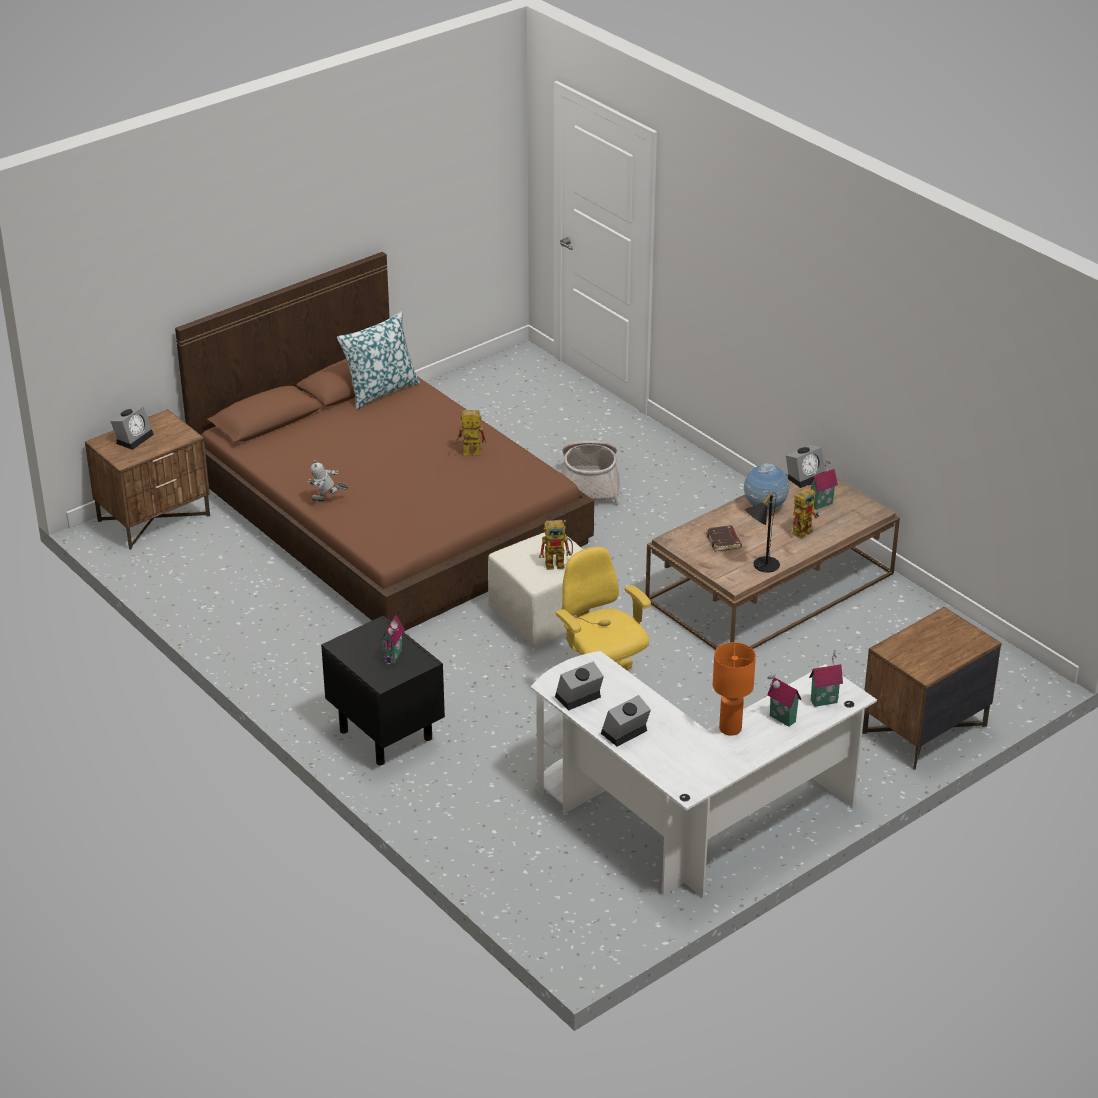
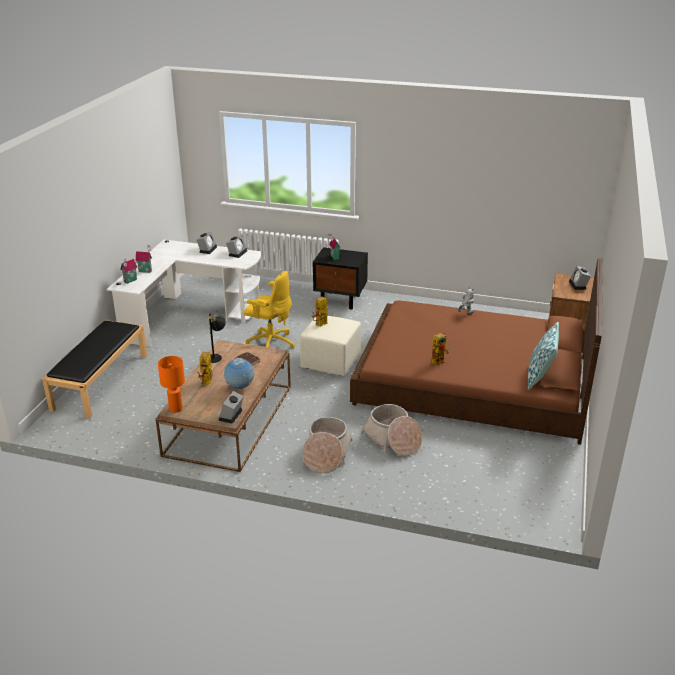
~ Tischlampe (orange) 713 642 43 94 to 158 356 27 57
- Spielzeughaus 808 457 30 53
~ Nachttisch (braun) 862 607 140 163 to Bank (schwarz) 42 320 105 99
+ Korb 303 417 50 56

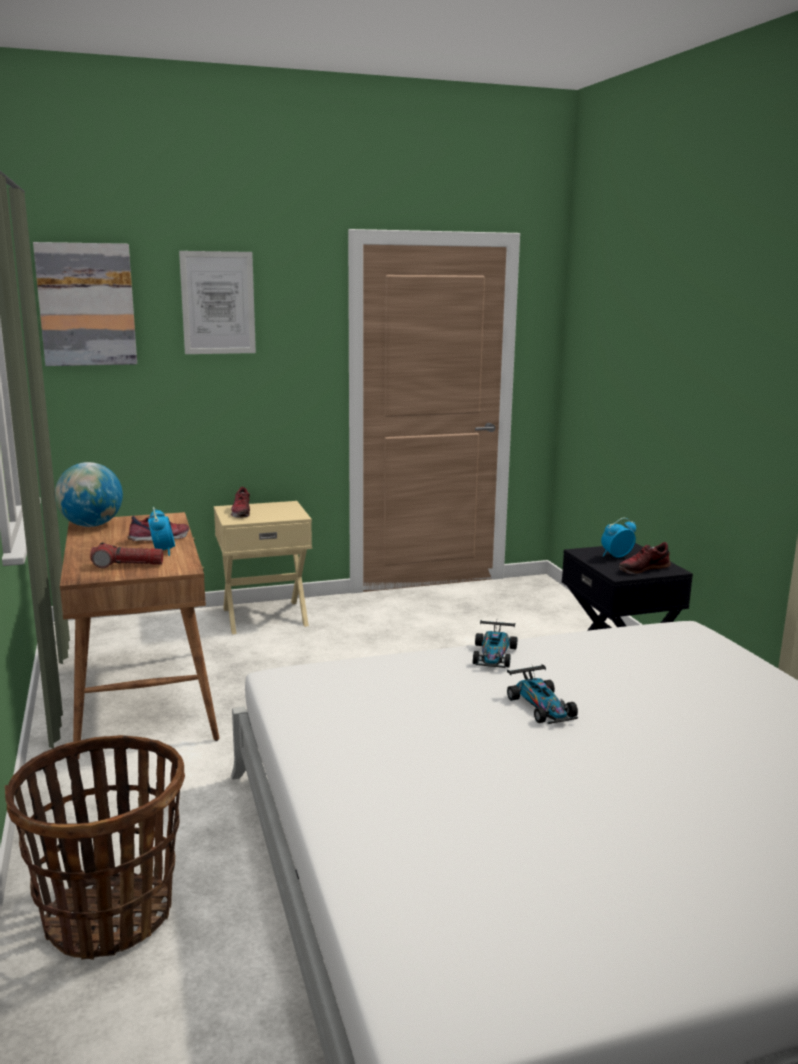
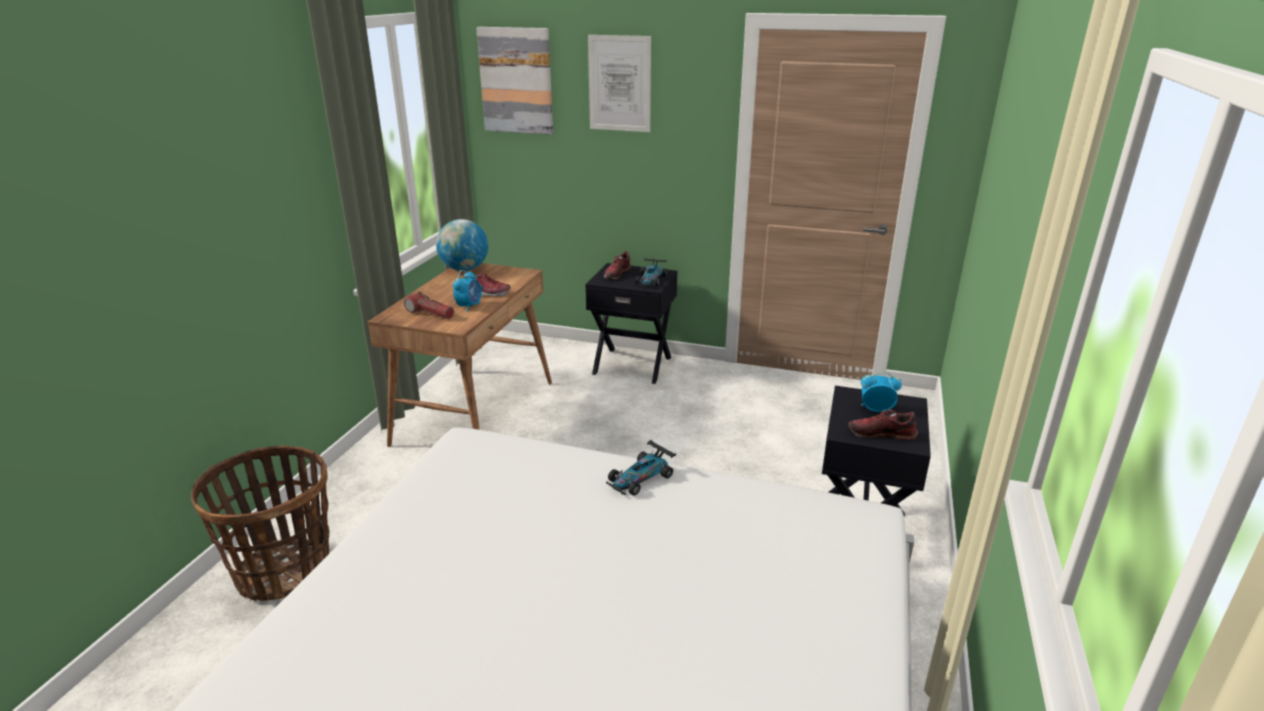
~ Nachttisch (beige) 214 501 98 133 to Nachttisch (schwarz) 585 263 93 121
~ Spielzeugauto 507 664 71 60 to 636 258 31 28

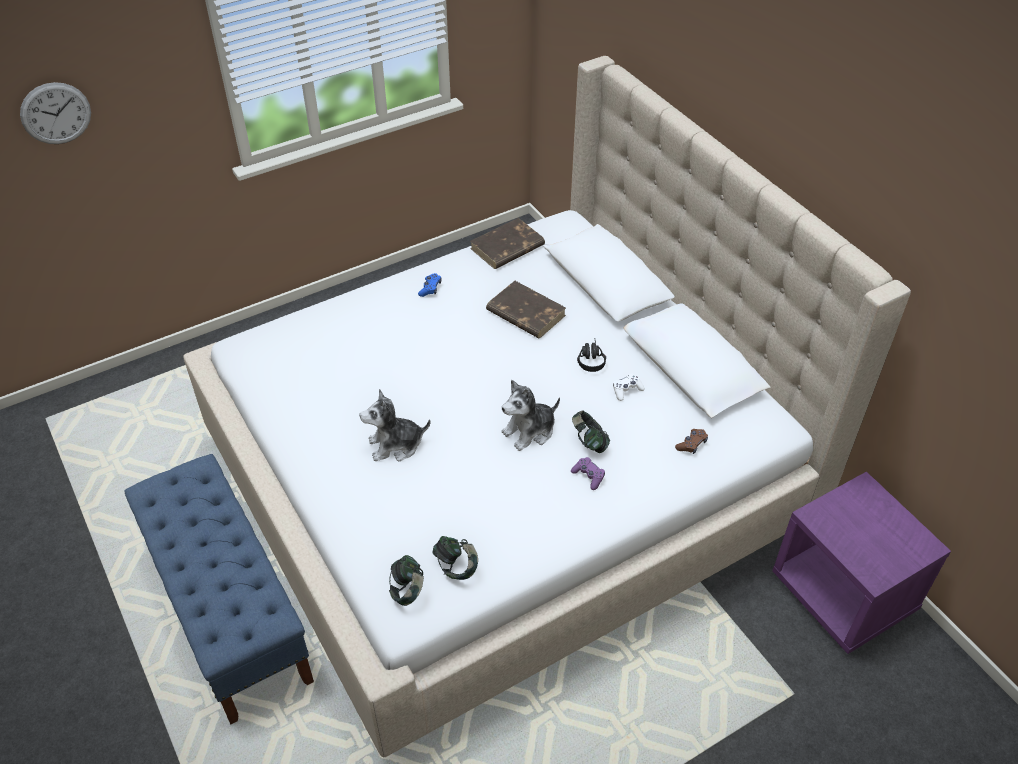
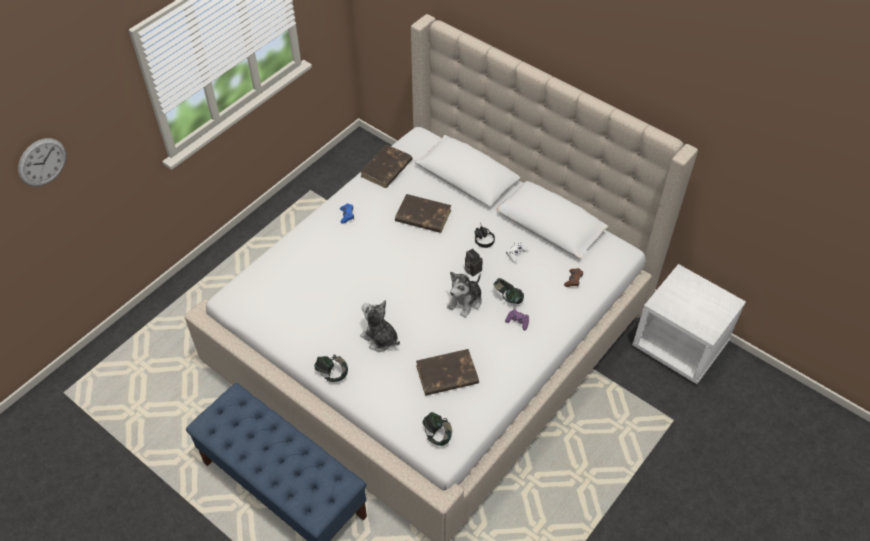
~ Plüschtier 359 389 72 73 = 360 300 40 52 75 degrees clockwise
~ Kopfhörer 432 536 46 44 to 314 355 34 27
~ Nachttisch (lila) 772 472 179 182 to Nachttisch (weiß) 632 264 114 120
+ Buch (braun) 416 349 63 47
+ Kamera 464 248 19 29

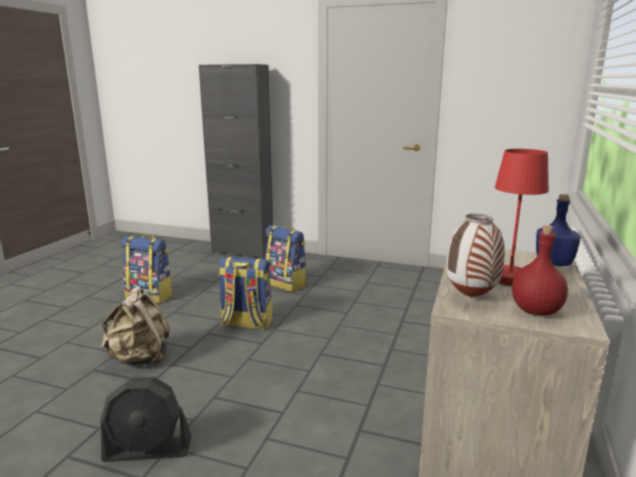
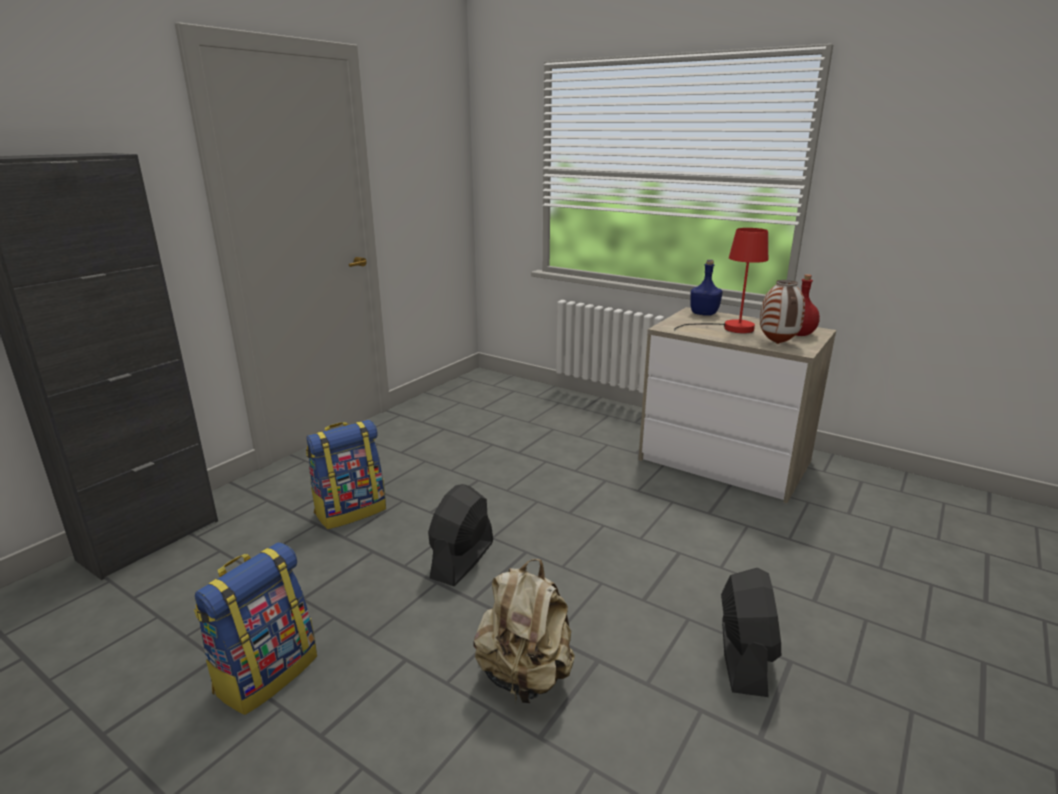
~ Rucksack 218 257 54 73 to Ventilator (schwarz) 428 484 65 102

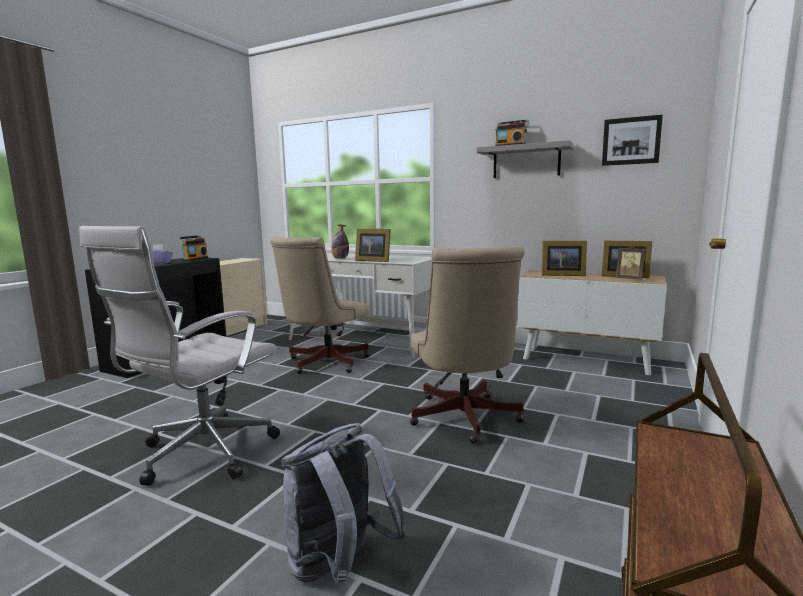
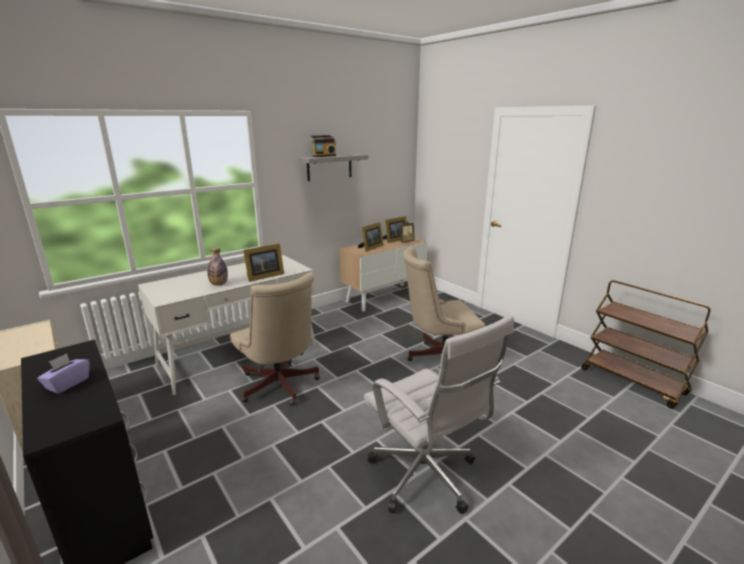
- Radio 177 235 32 26
- Rucksack (grau) 281 423 127 163
~ Bürostuhl (beige) 410 245 114 198 = 403 246 82 115 150 degrees clockwise
- Bild 602 115 61 51

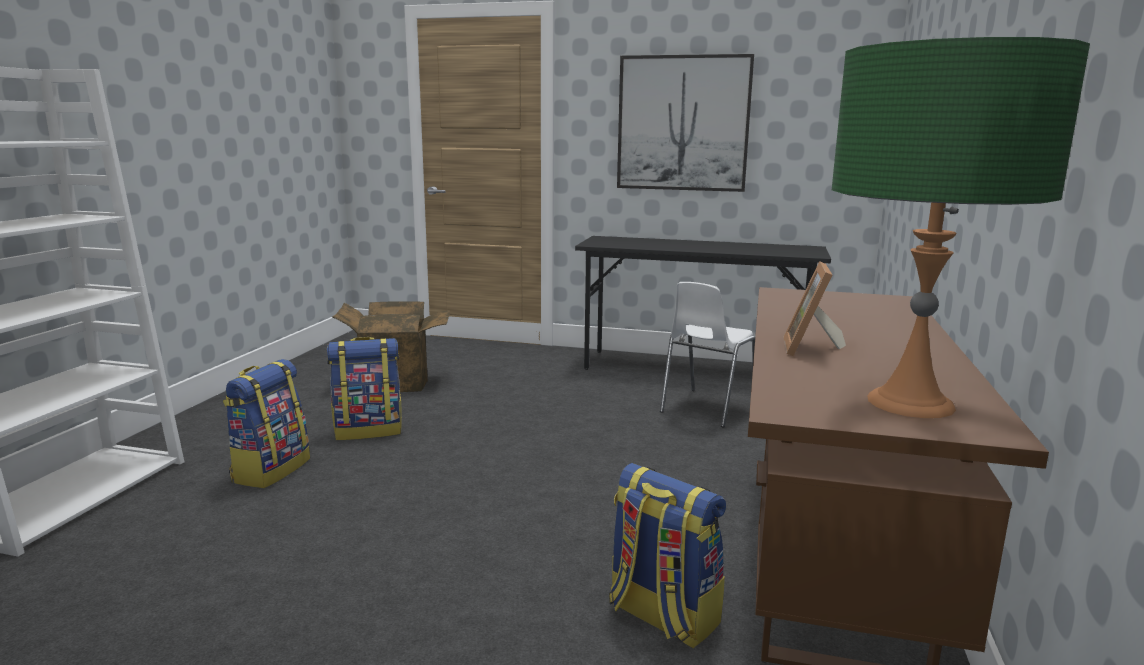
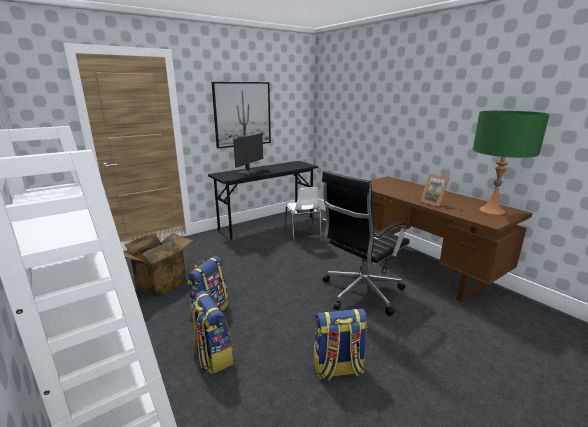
~ Rucksack 609 463 117 185 to 314 309 53 71
+ Monitor 233 133 30 42
+ Bürostuhl (schwarz) 322 171 88 145

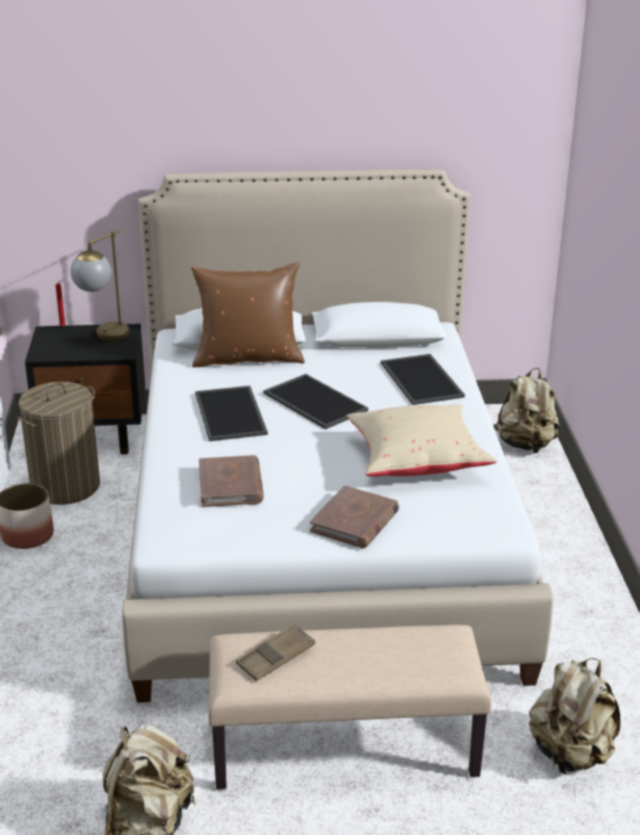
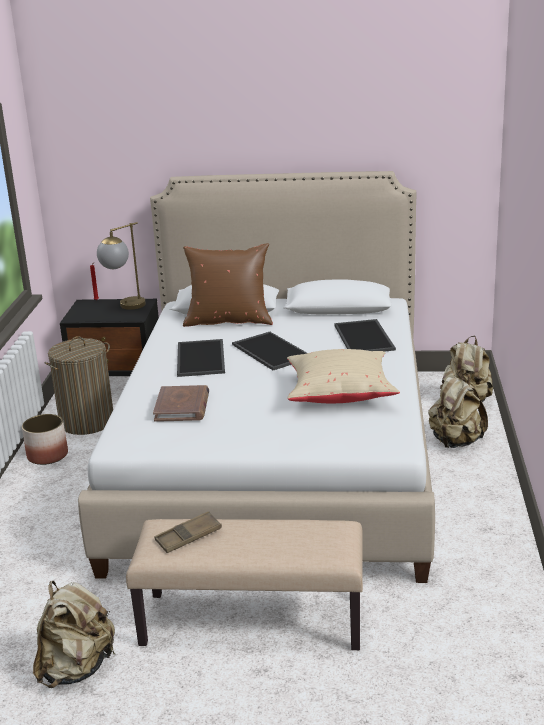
- Buch (braun) 310 485 89 63
~ Rucksack (beige) 529 658 92 116 to 428 373 60 75

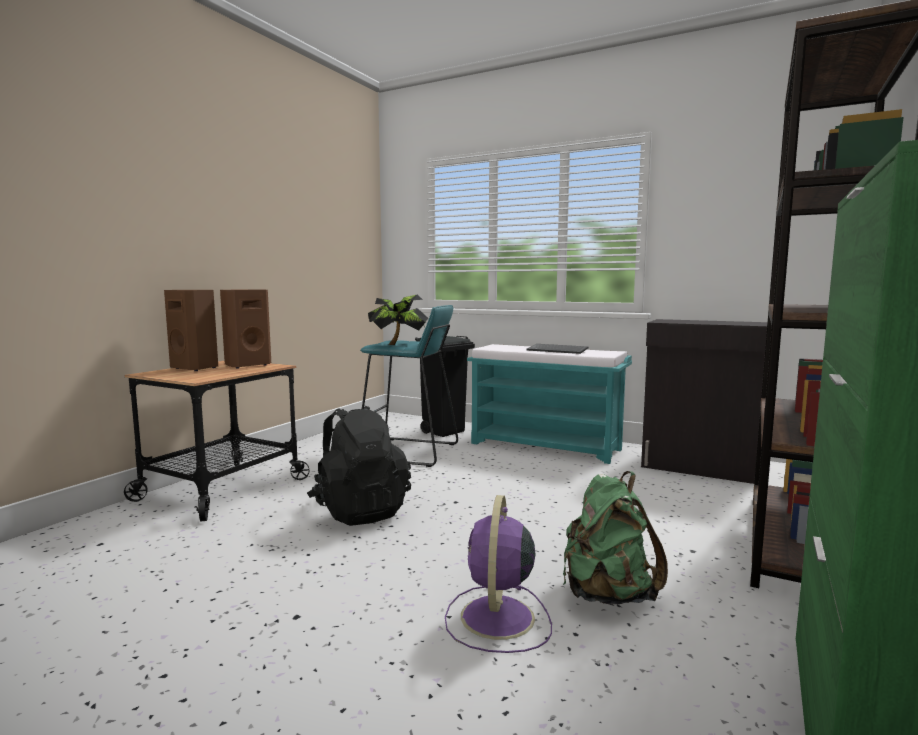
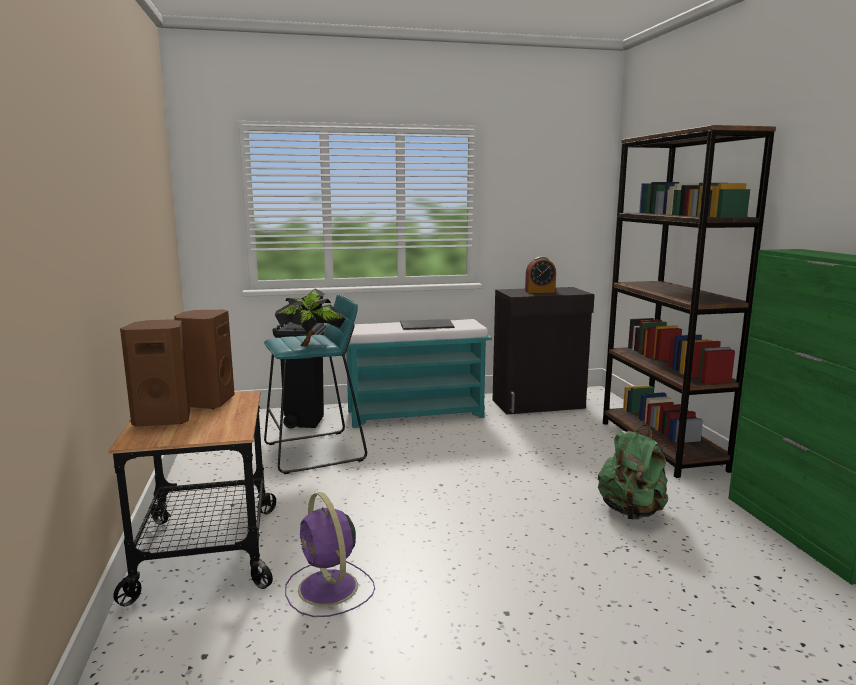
- Rucksack (schwarz) 307 406 104 120
~ Ventilator (lila) 445 495 107 158 to 285 492 90 125
+ Wecker 525 257 31 36

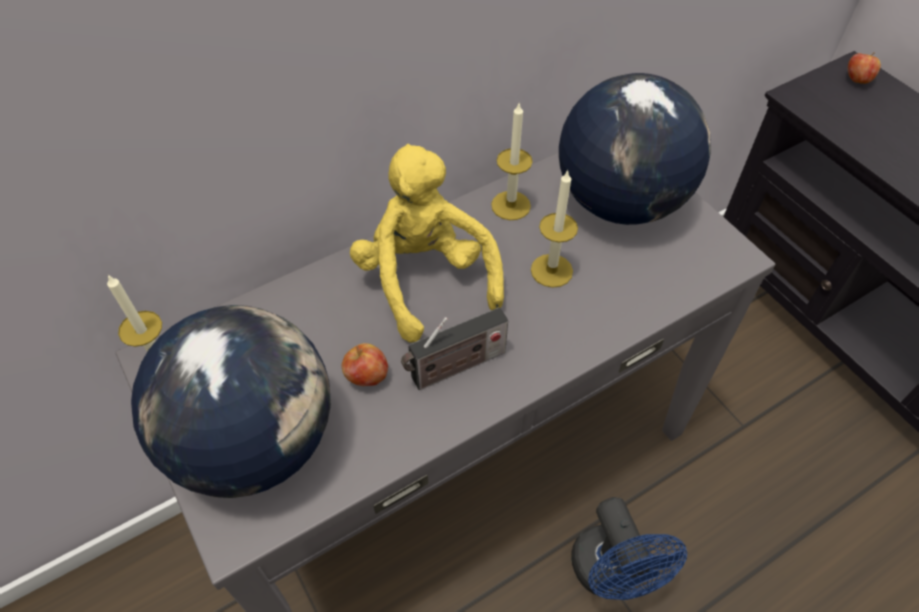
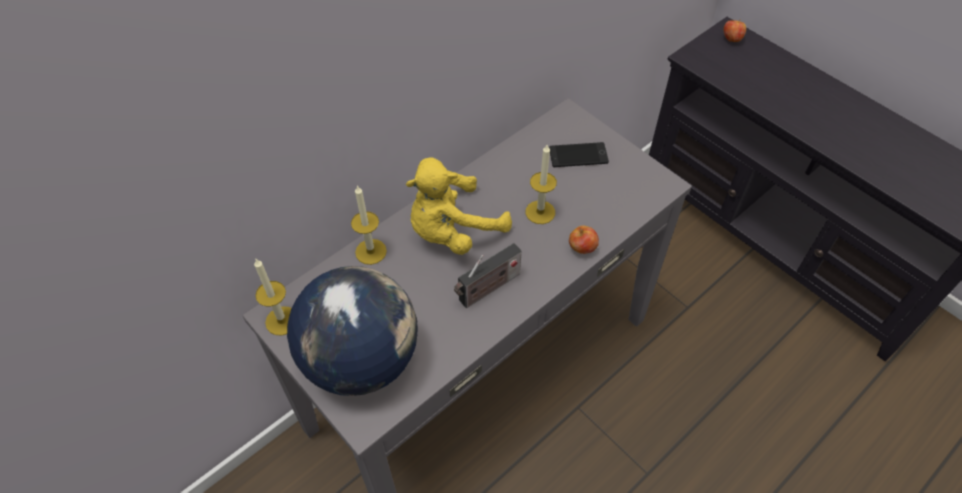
~ Apfel 342 343 46 43 to 569 226 30 28
~ Plüschtier (gelb) 350 144 154 198 = 406 157 106 98 90 degrees counterclockwise
~ Kerze 491 104 42 116 to 351 185 36 80
~ Globus 559 73 152 152 to Handy 549 142 60 25
- Ventilator (blau) 571 497 116 103

